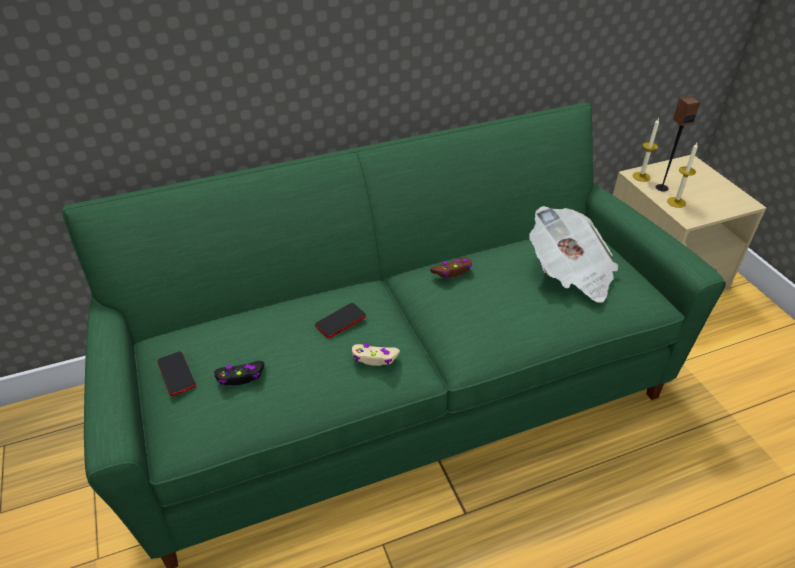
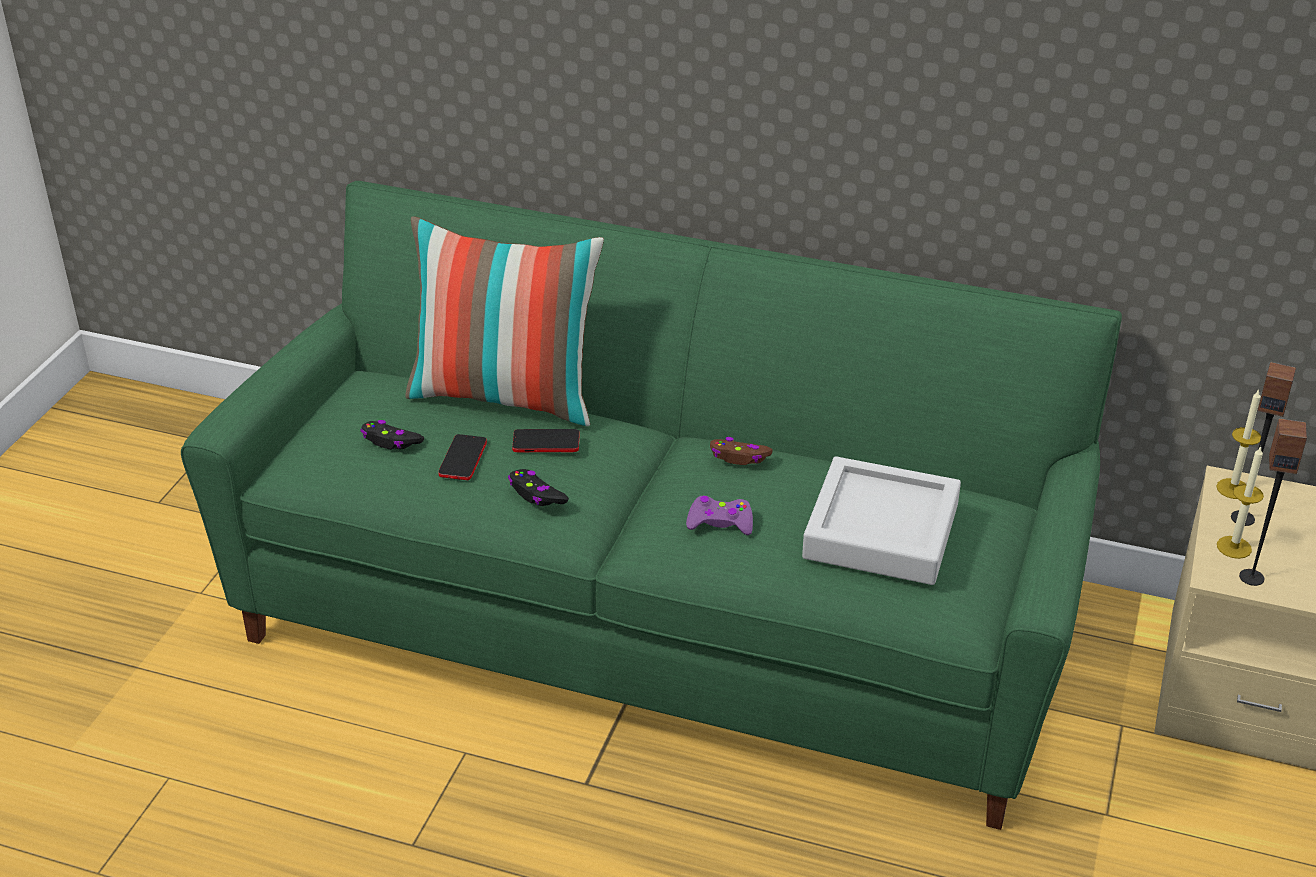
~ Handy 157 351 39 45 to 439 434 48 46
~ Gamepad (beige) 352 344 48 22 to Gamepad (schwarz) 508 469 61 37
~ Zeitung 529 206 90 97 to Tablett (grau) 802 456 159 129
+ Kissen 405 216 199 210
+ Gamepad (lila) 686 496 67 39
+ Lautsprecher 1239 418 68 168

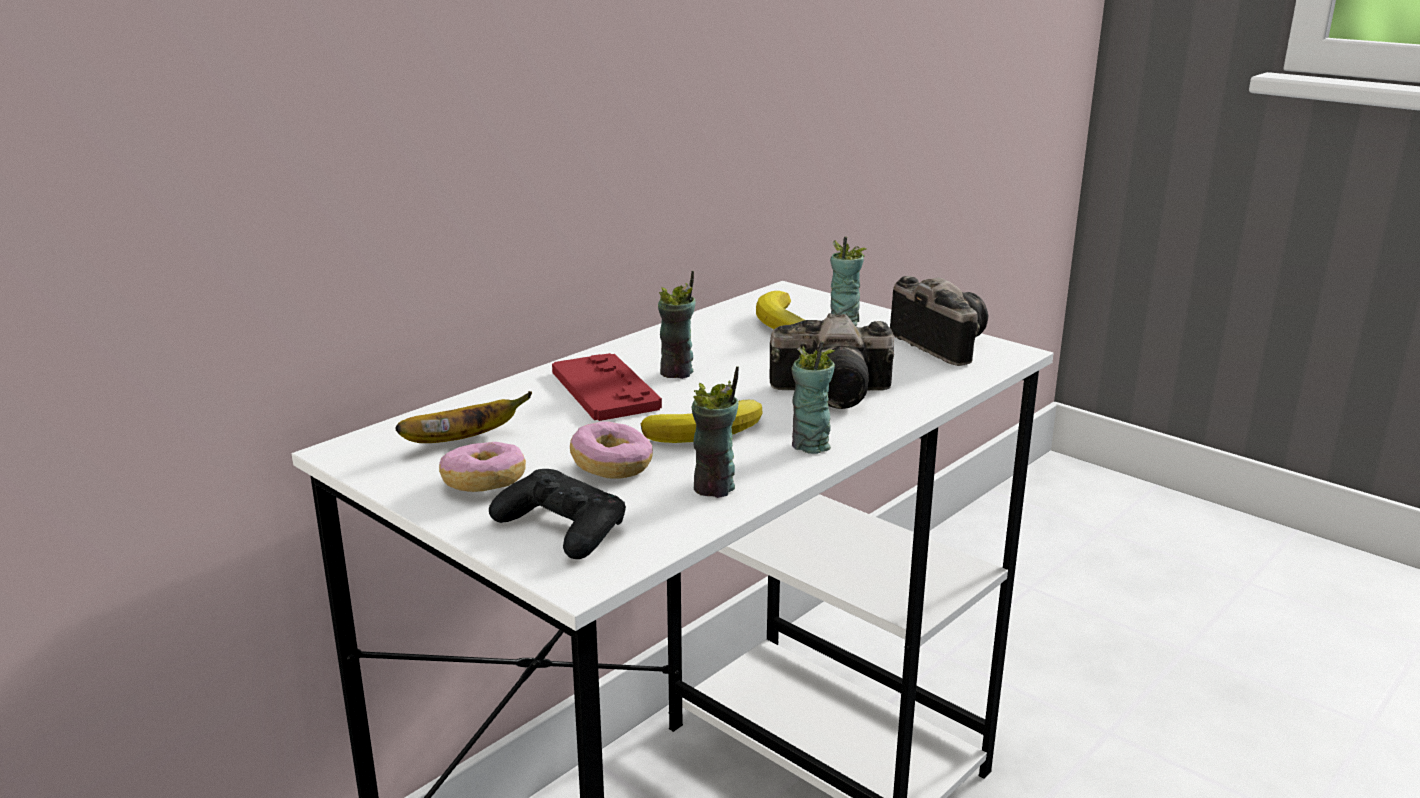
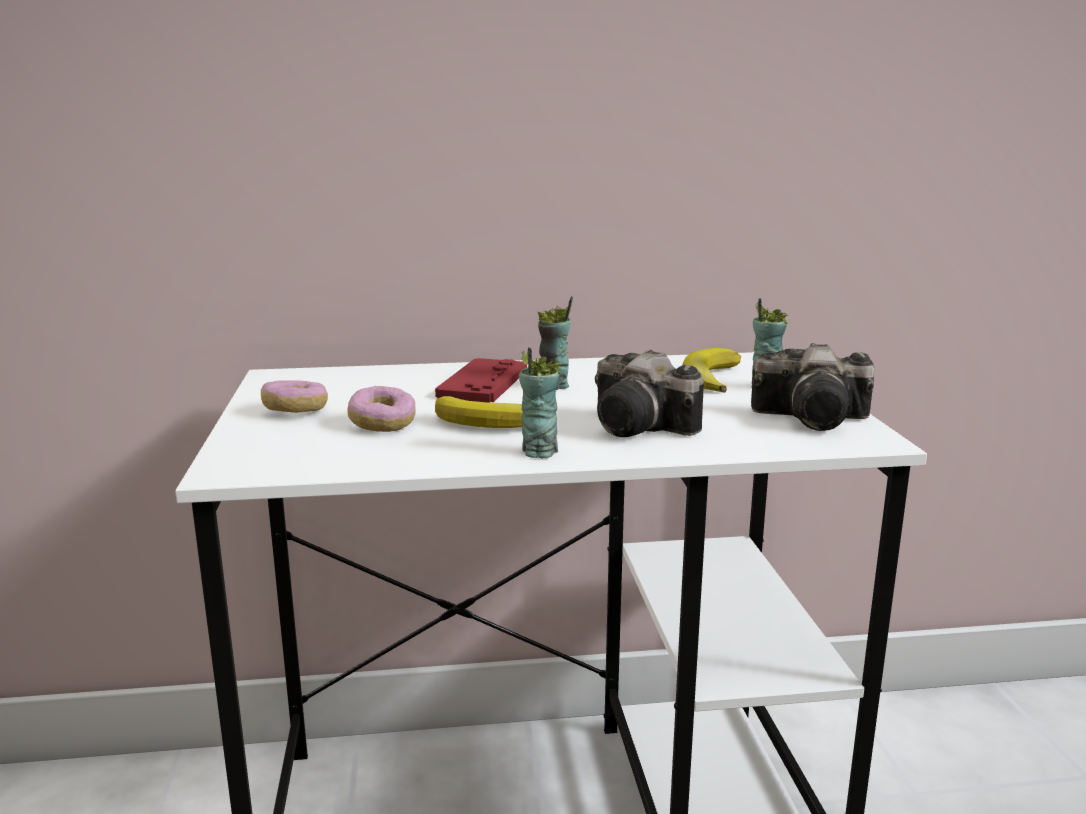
- Banane 395 391 137 52
- Gamepad (schwarz) 489 469 137 90
- Tasse 692 366 47 132
~ Kamera 890 276 98 90 = 751 343 124 88 90 degrees clockwise

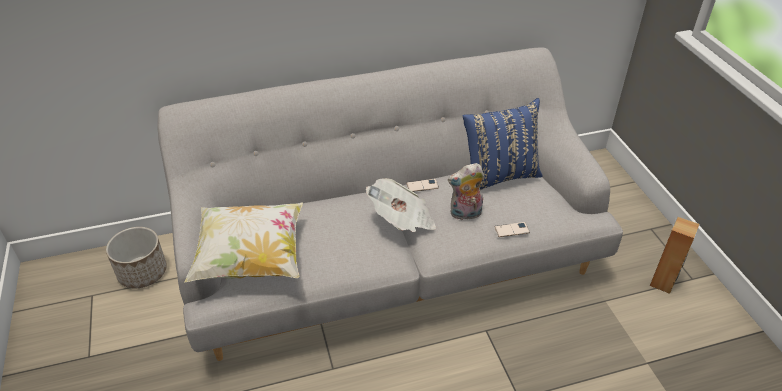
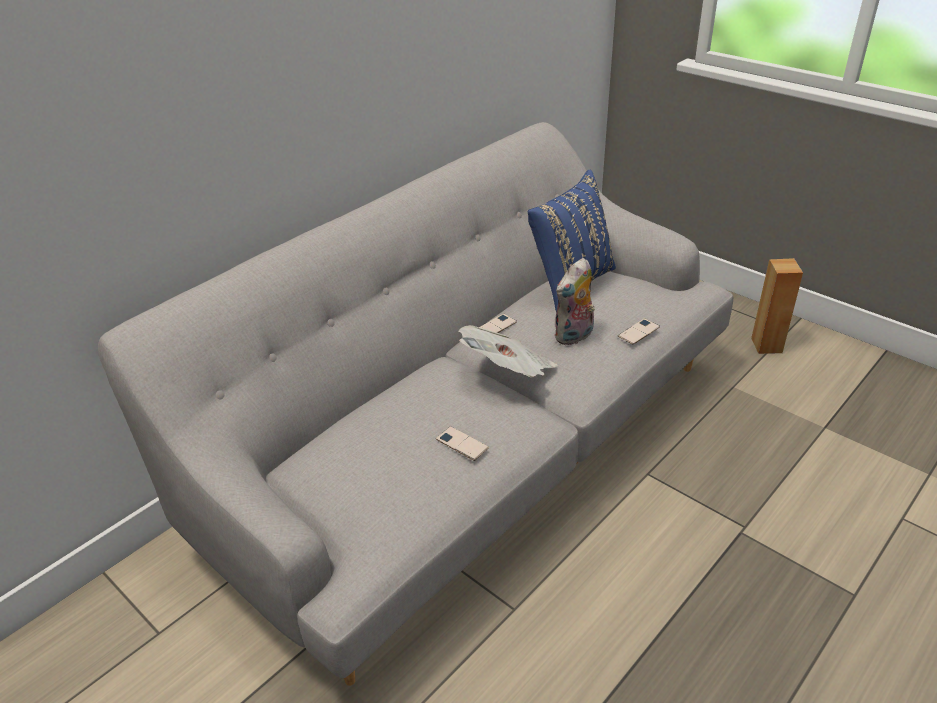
- Pflanzkübel 106 227 61 61
- Kissen 184 203 119 80
+ Handy 436 426 53 35

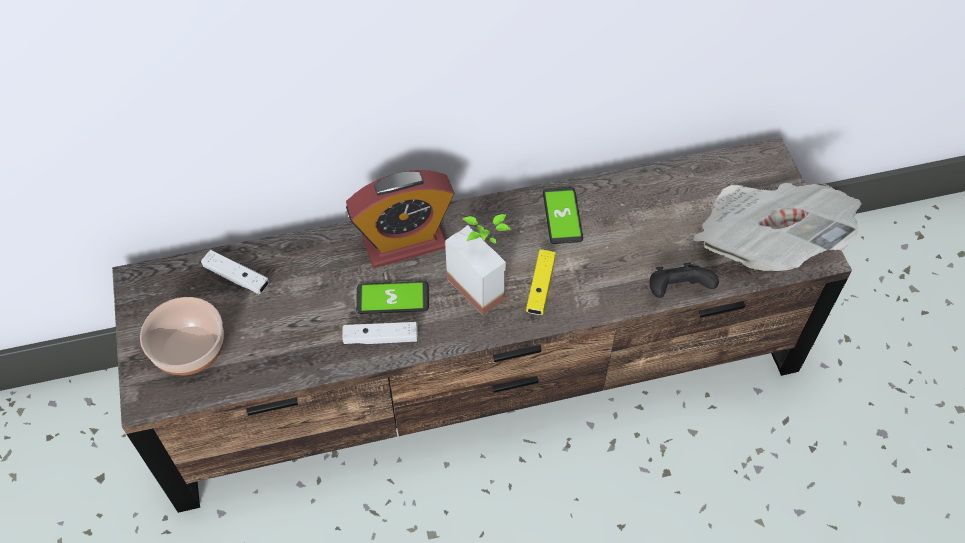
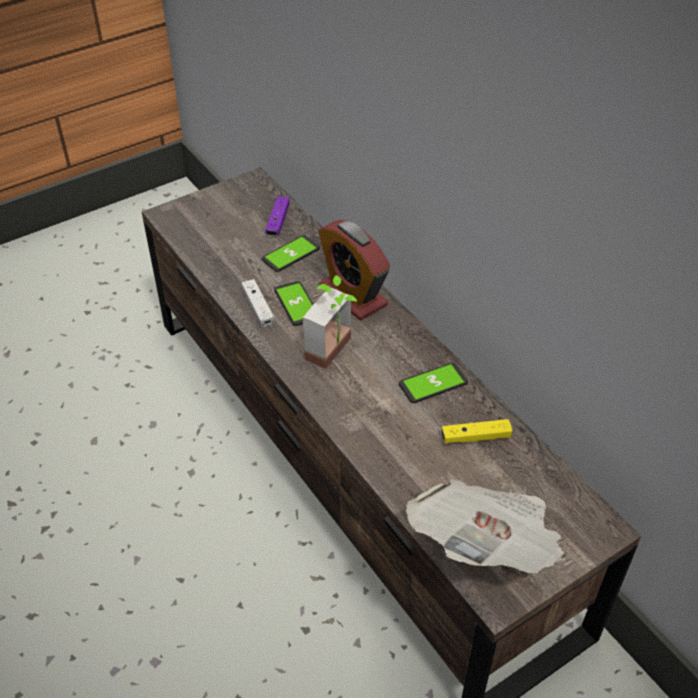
- Schüssel 140 297 84 79
~ Gamepad (weiß) 201 250 68 44 to Gamepad (lila) 266 196 24 40
~ Gamepad (gelb) 526 250 30 65 to 442 419 71 24
- Gamepad (schwarz) 650 263 69 35
+ Handy 262 235 58 37

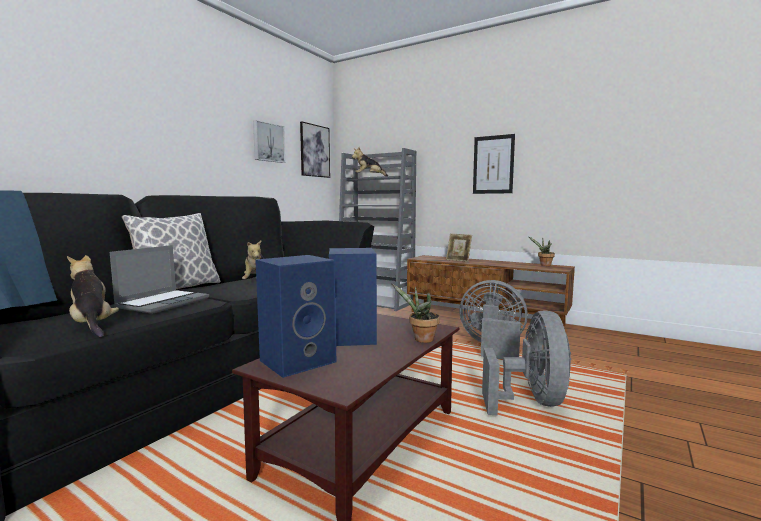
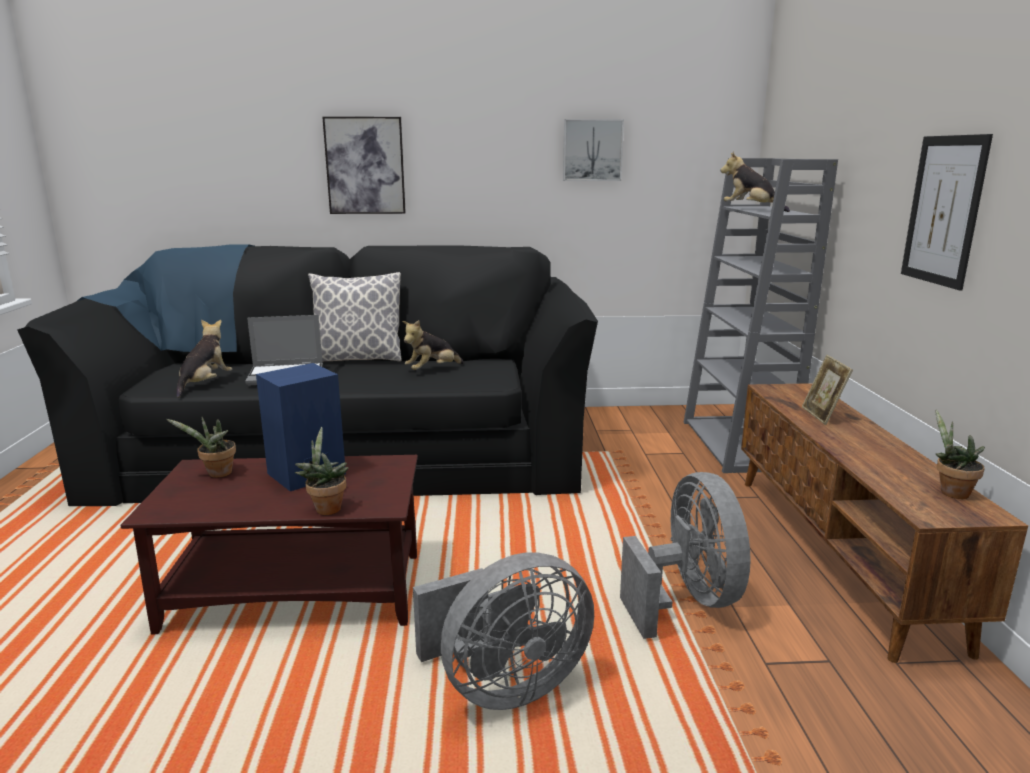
~ Lautsprecher (blau) 256 255 80 123 to Topfpflanze 166 417 70 61
~ Bild 300 121 30 57 to 322 116 84 98

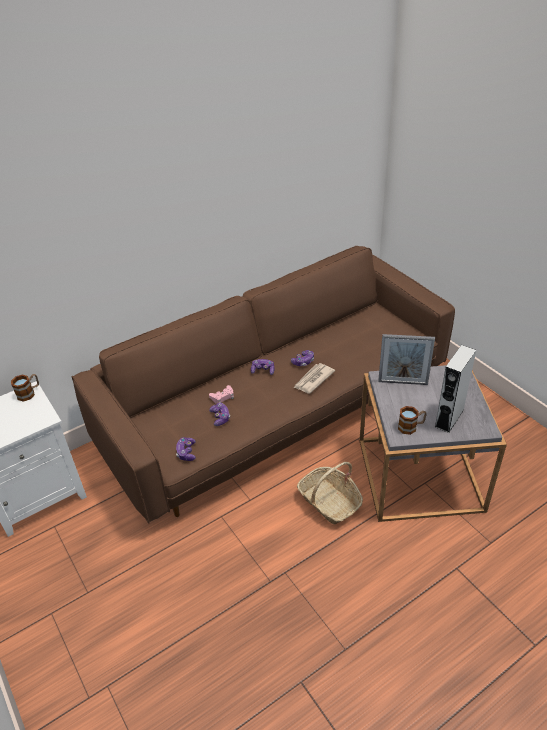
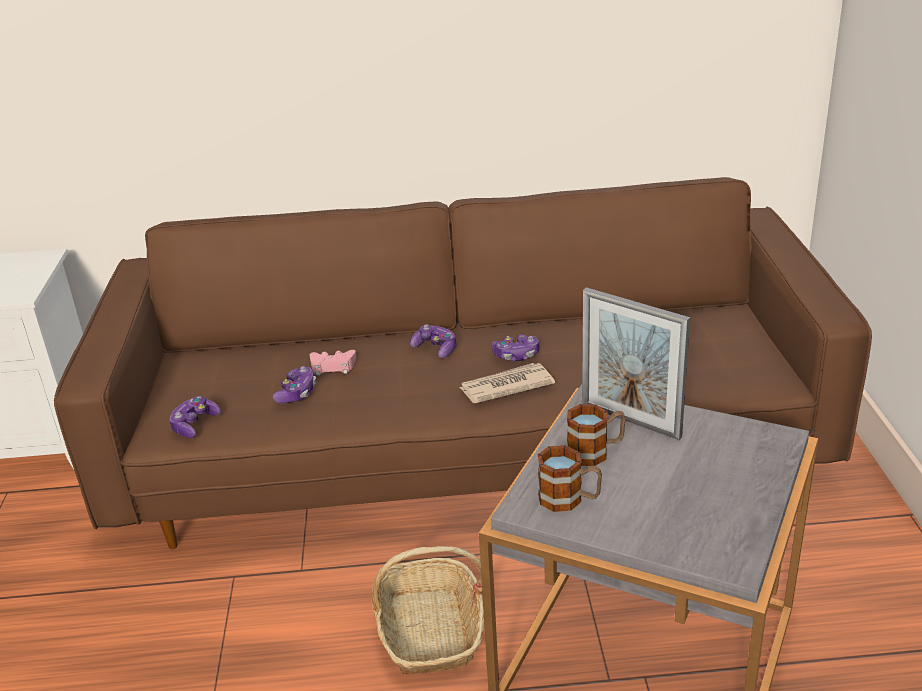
~ Henkelbecher 11 374 28 28 to 567 404 59 62
- Lautsprecher (grau) 435 345 41 88

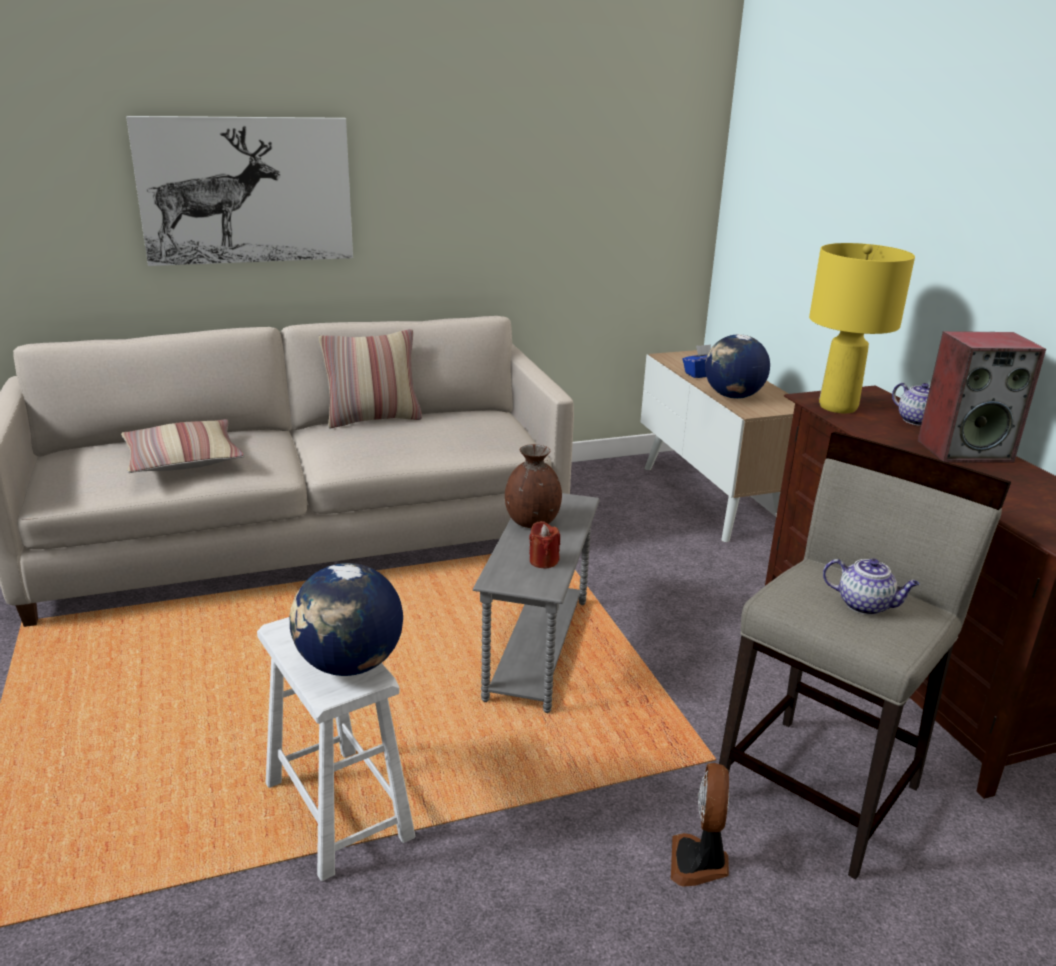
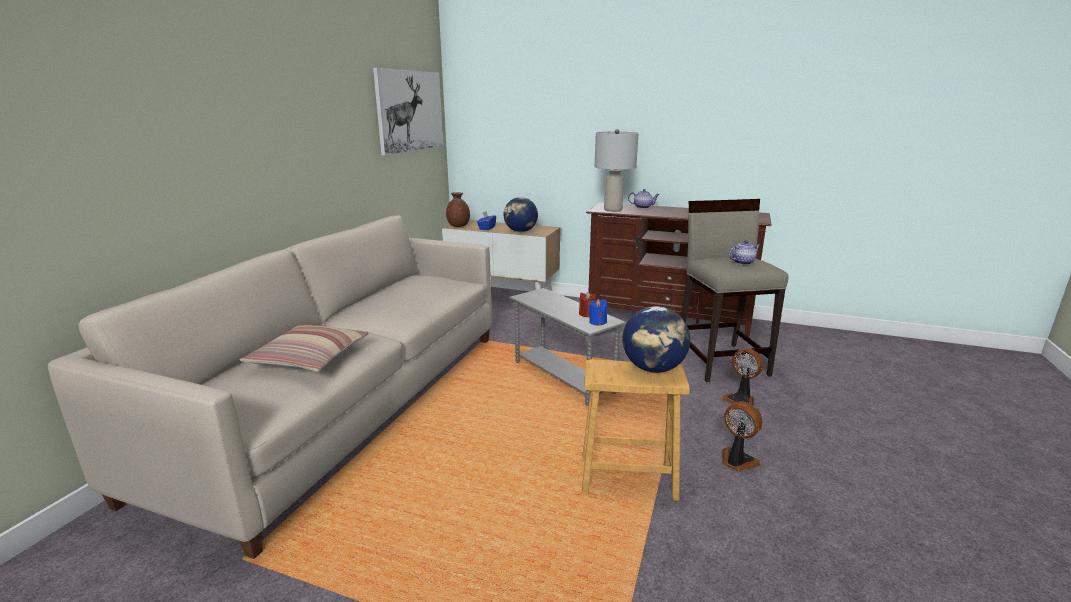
~ Bild 126 116 227 150 to 373 68 70 87
~ Hocker (weiß) 257 617 159 264 to Hocker (braun) 582 359 108 142
- Kissen 319 329 103 99
~ Vase (braun) 505 444 57 84 to 446 192 24 35
~ Tischlampe (gelb) 809 243 106 170 to Tischlampe (grau) 595 129 44 83
- Lautsprecher 918 331 128 131
+ Kerze (blau) 588 299 19 27
+ Ventilator 722 401 41 70

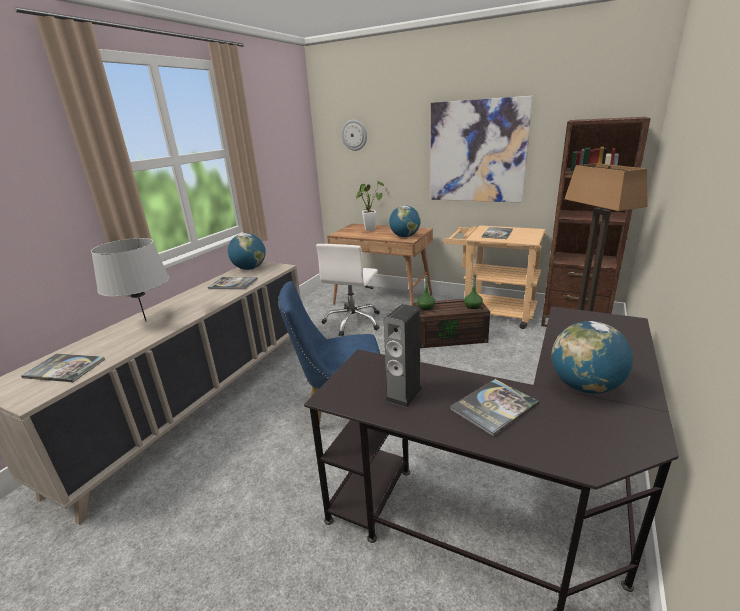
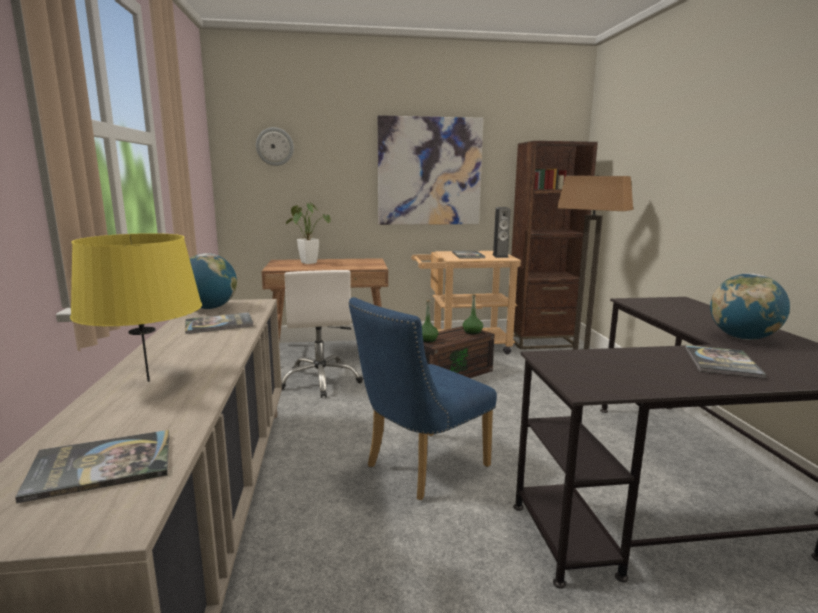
~ Tischlampe (grau) 91 238 78 84 to Tischlampe (gelb) 70 233 132 149
~ Lautsprecher 384 304 38 104 to 492 207 18 51
- Globus 389 206 32 31

